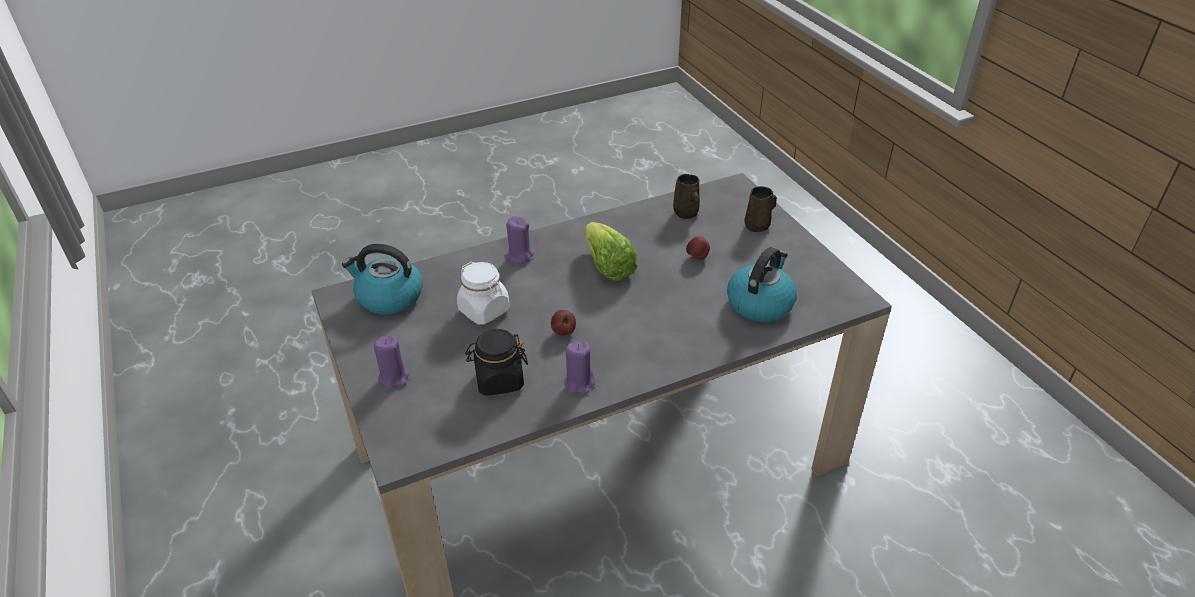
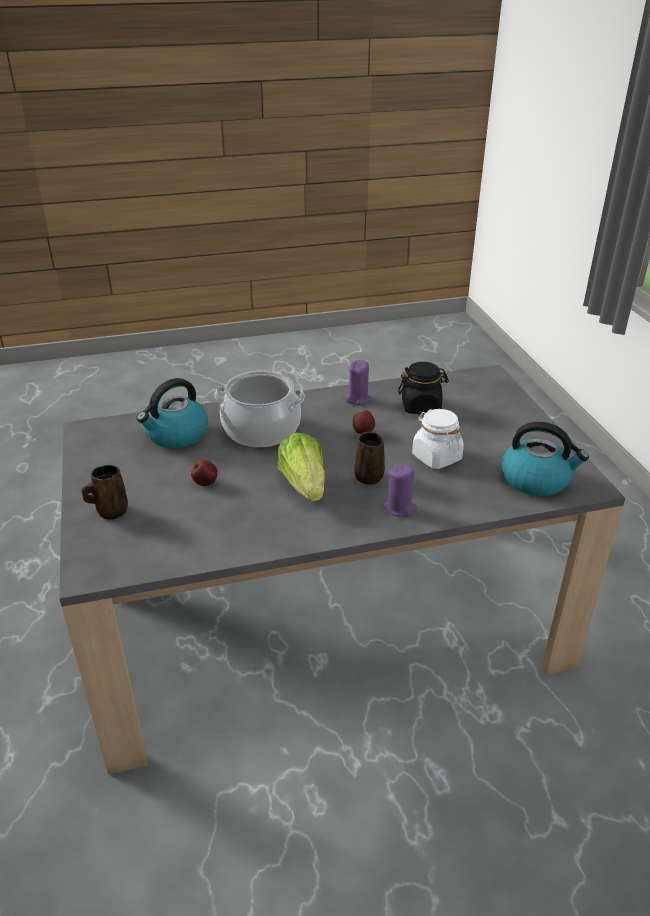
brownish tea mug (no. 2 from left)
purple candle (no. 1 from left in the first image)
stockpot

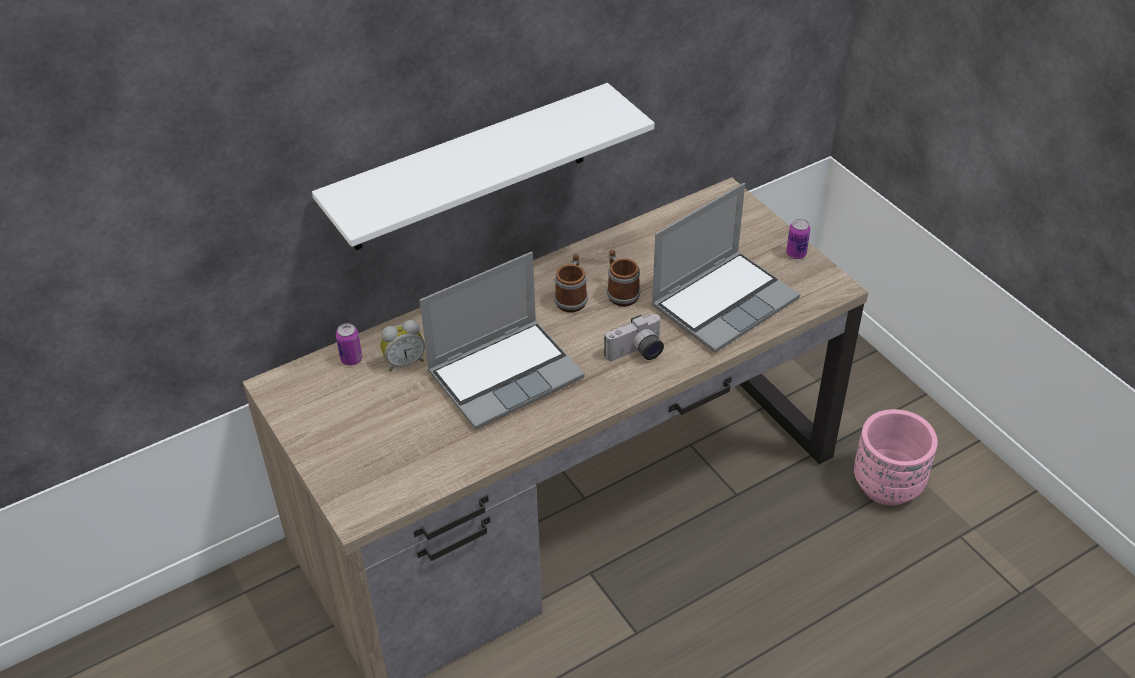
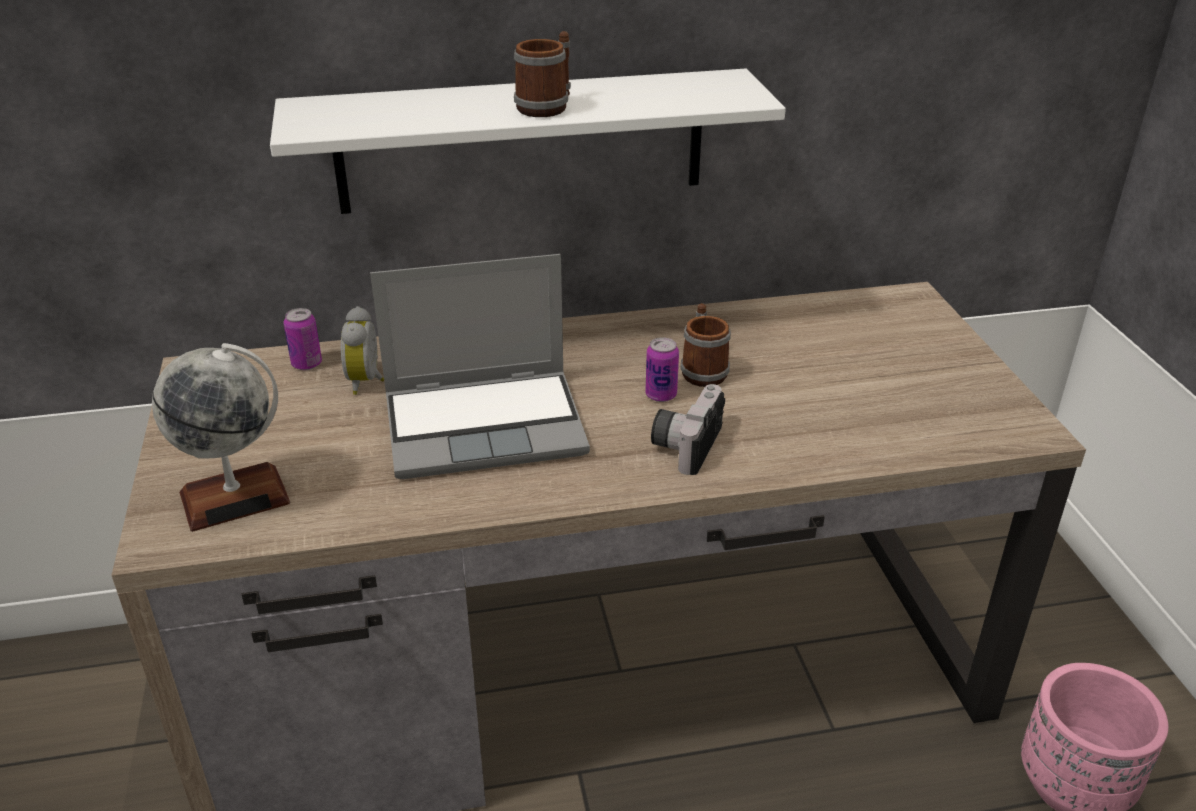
portable computer (no. 2 from left in the first image)
sealed can (no. 2 from left)
tea mug (no. 1 from left)
still camera
bedside clock
world globe

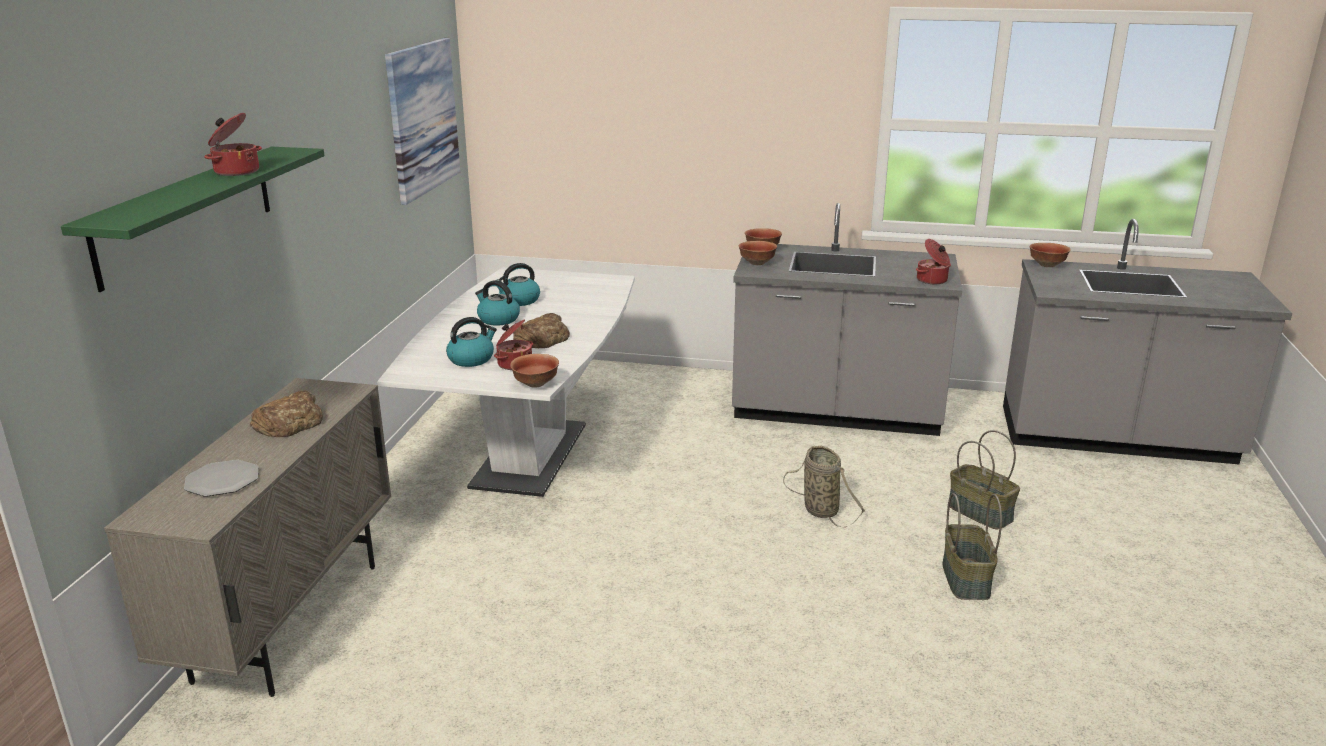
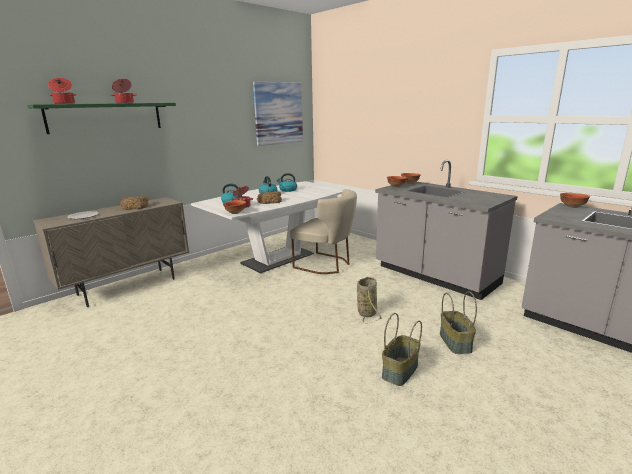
stockpot (no. 1 from left)
beige-coloured chair

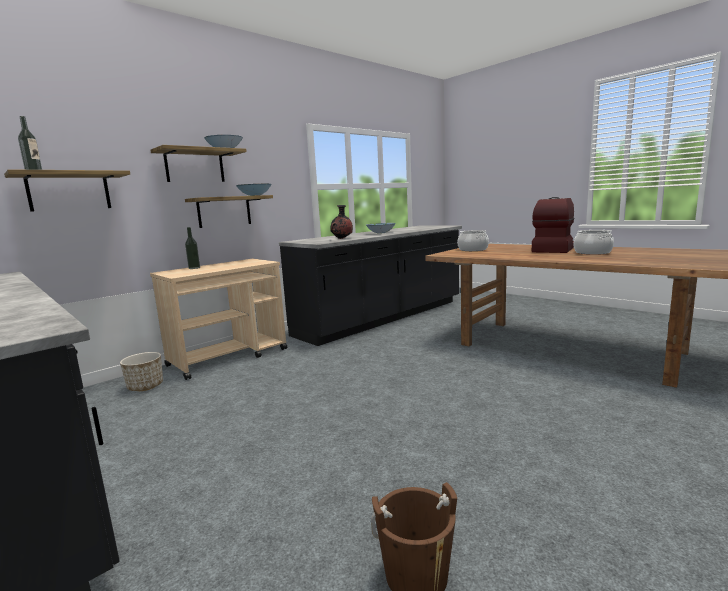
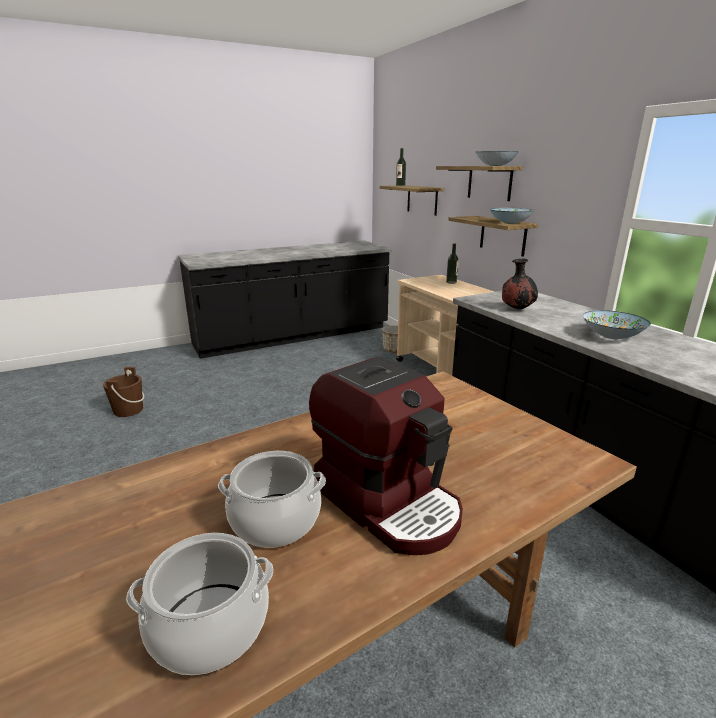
stockpot (no. 1 from left)

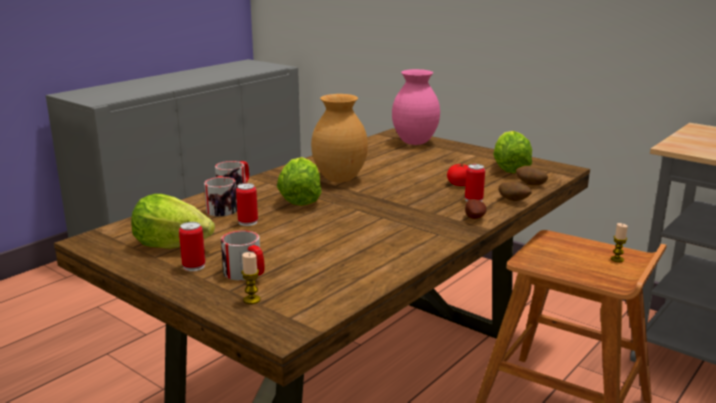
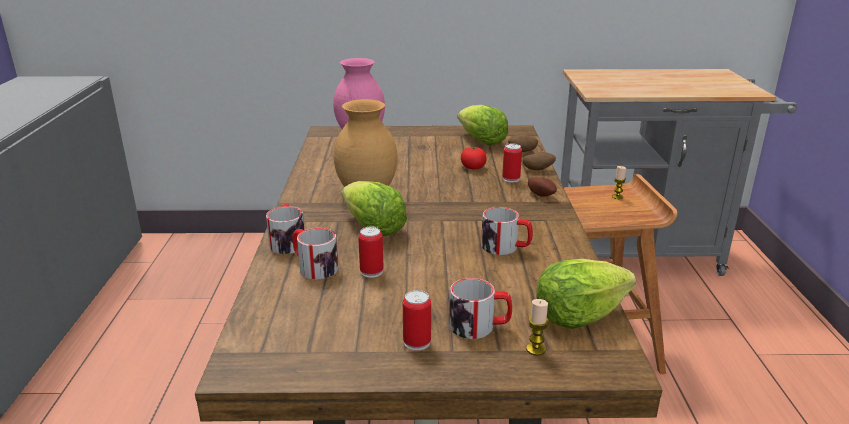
lettuce (no. 3 from left)
tea mug (no. 4 from left)

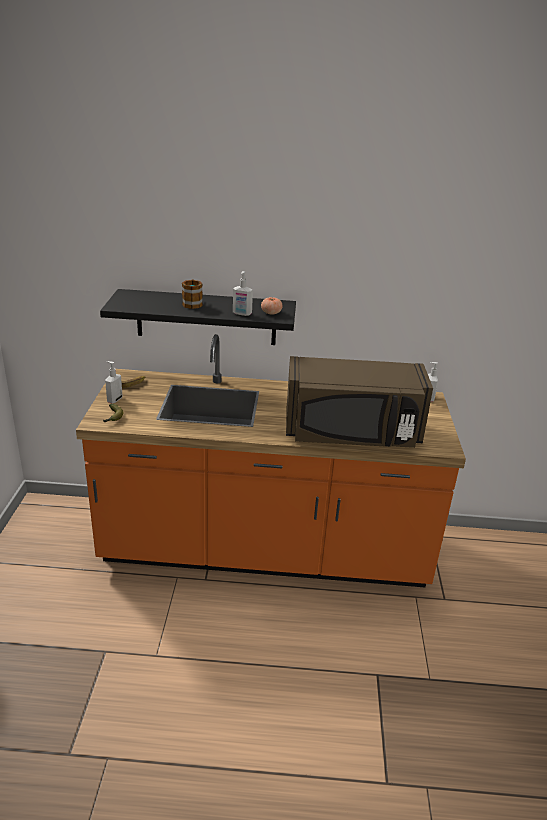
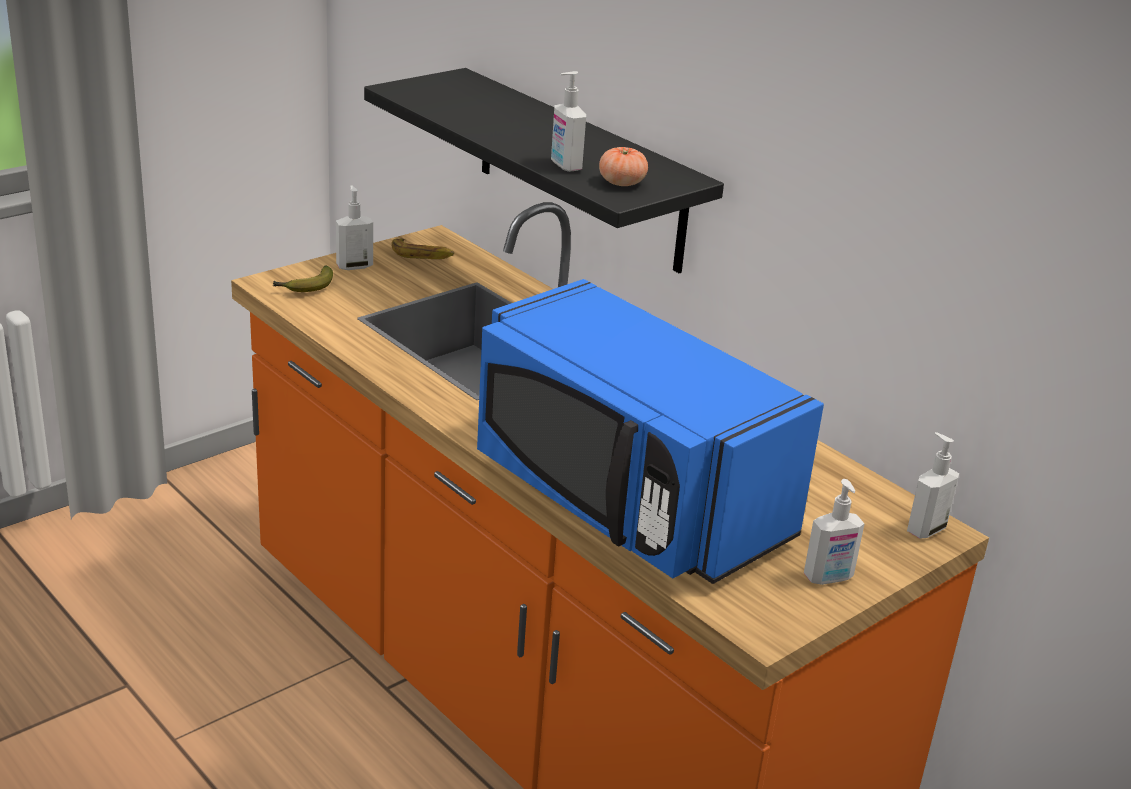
tea mug
blue kitchen microwave
soap bottle (no. 3 from left)

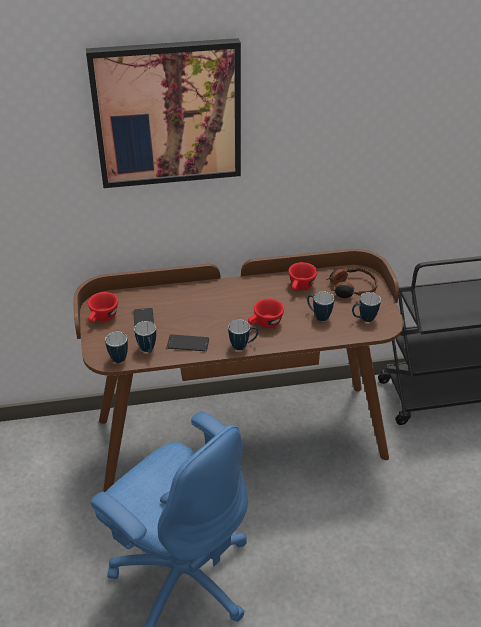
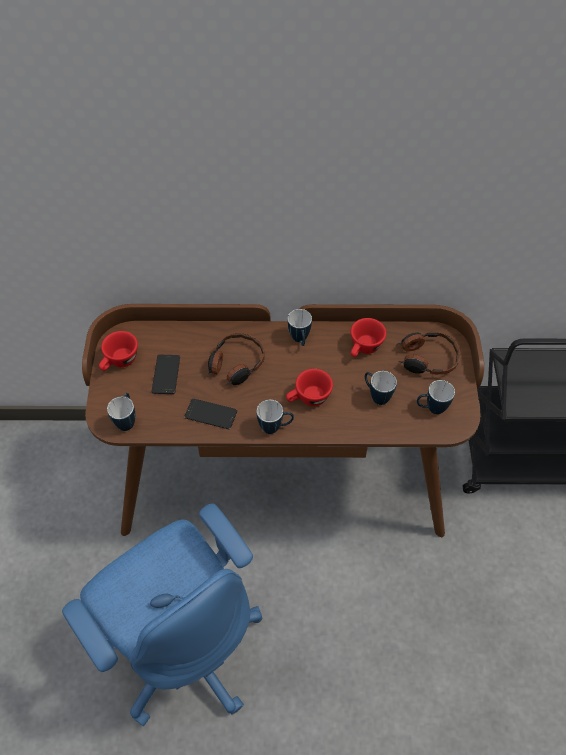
wall art
tea mug (no. 3 from left)
headphones (no. 1 from left)

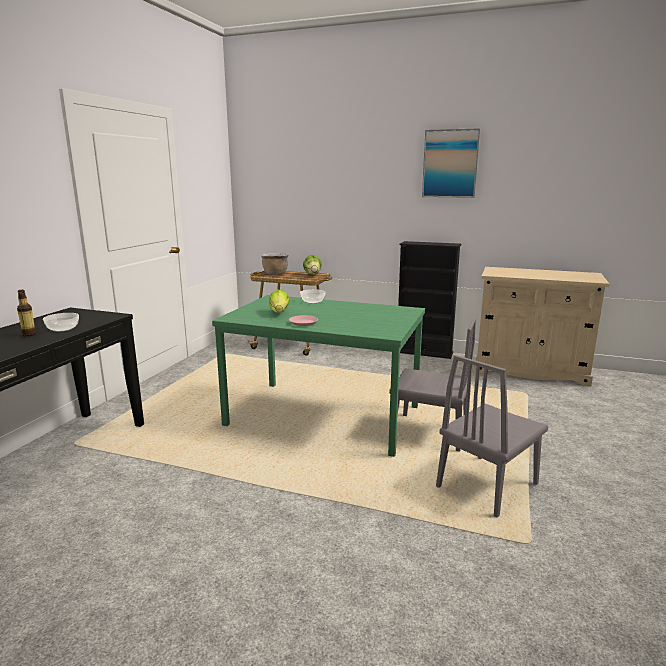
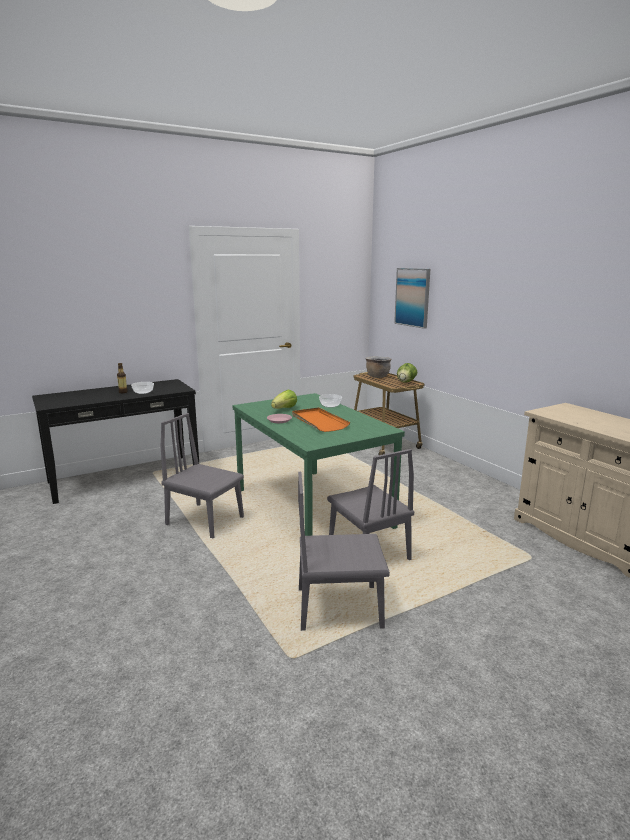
wall art
black bookcase
orange-coloured tray
greyish chair (no. 1 from left)

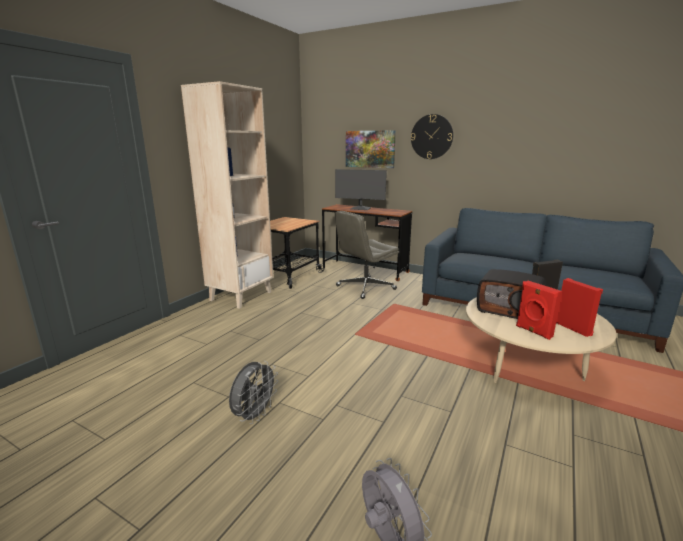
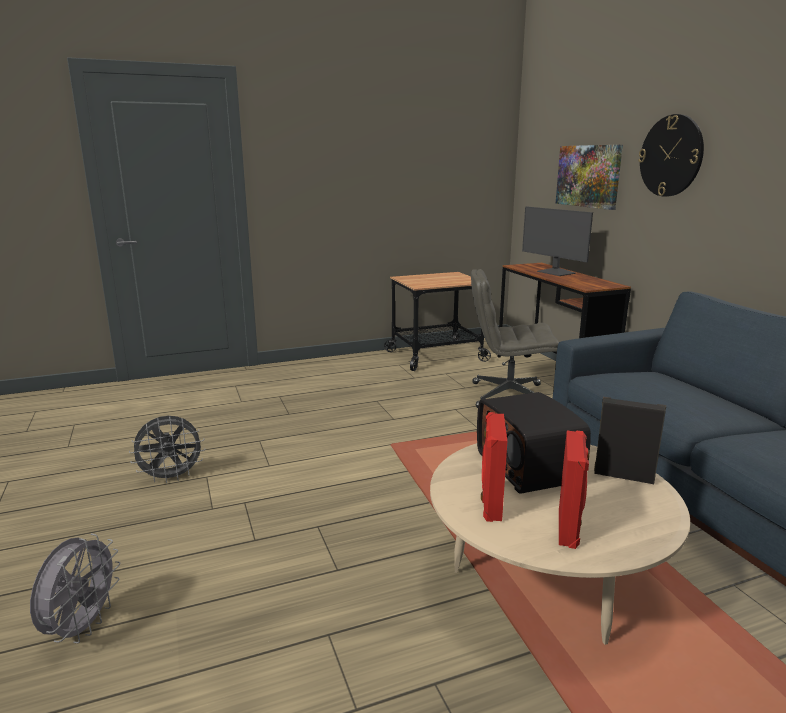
beige-coloured bookcase

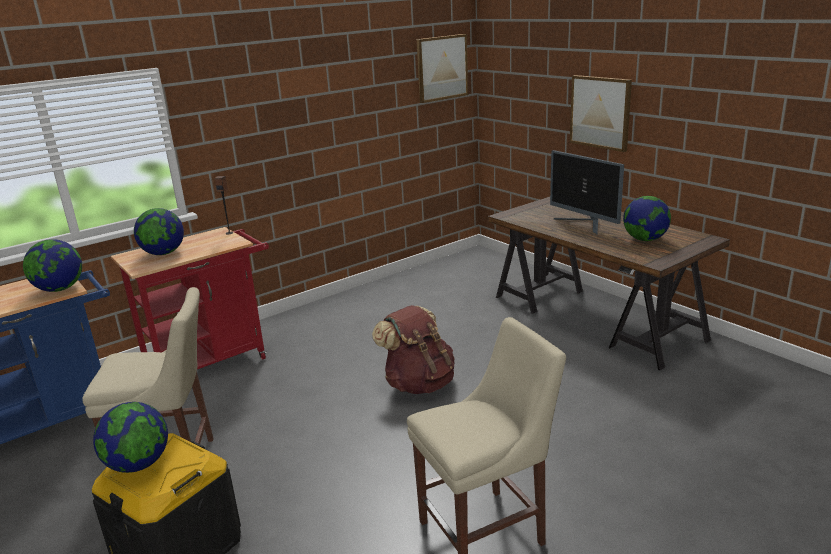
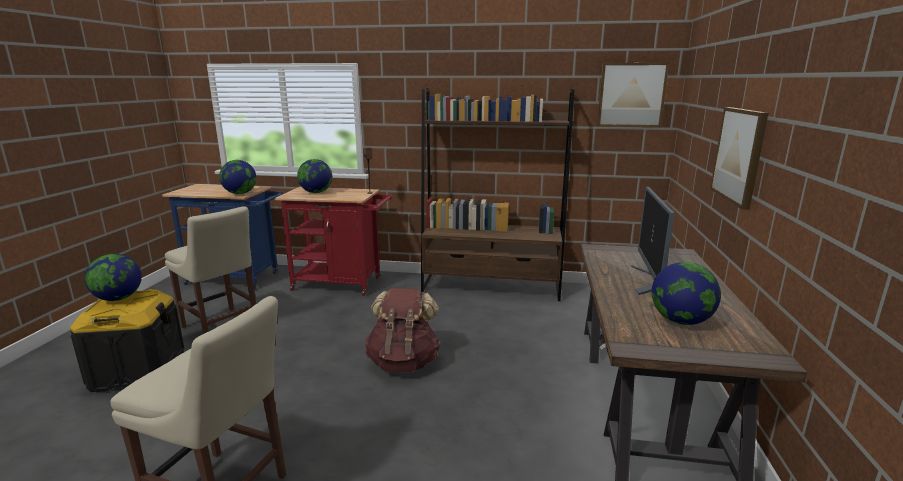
brownish bookcase

